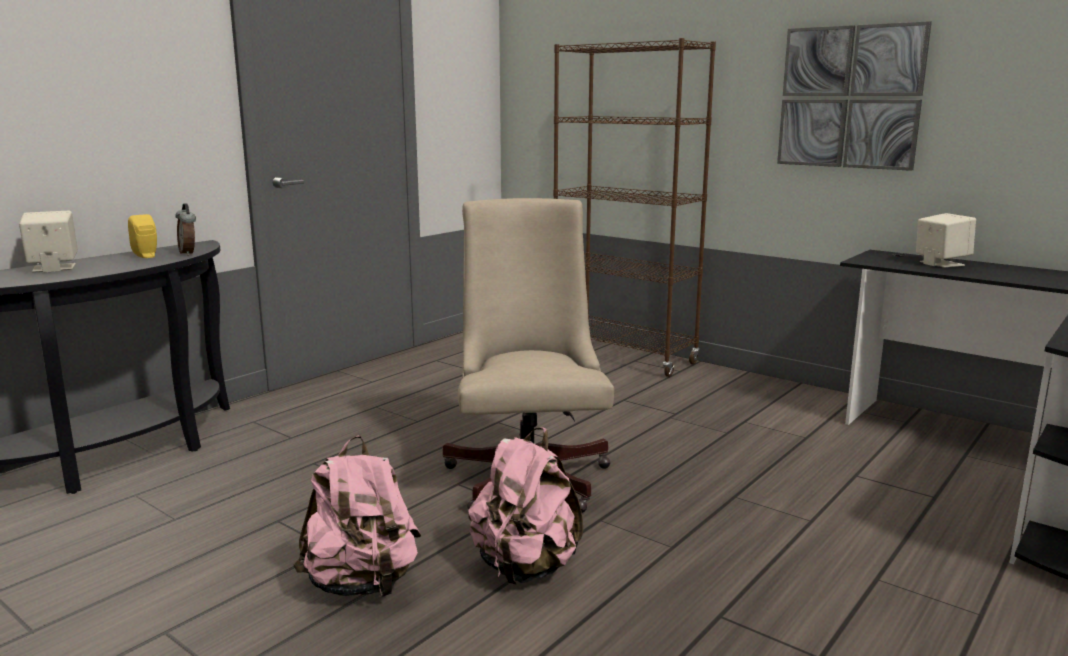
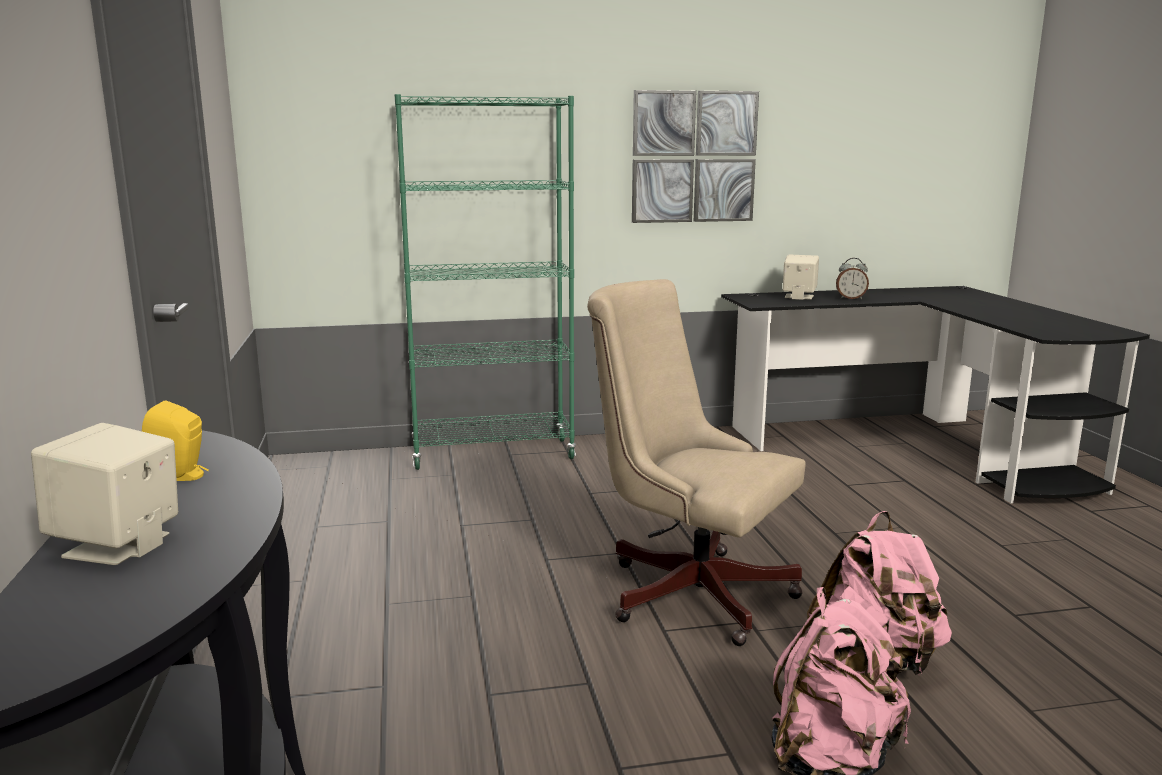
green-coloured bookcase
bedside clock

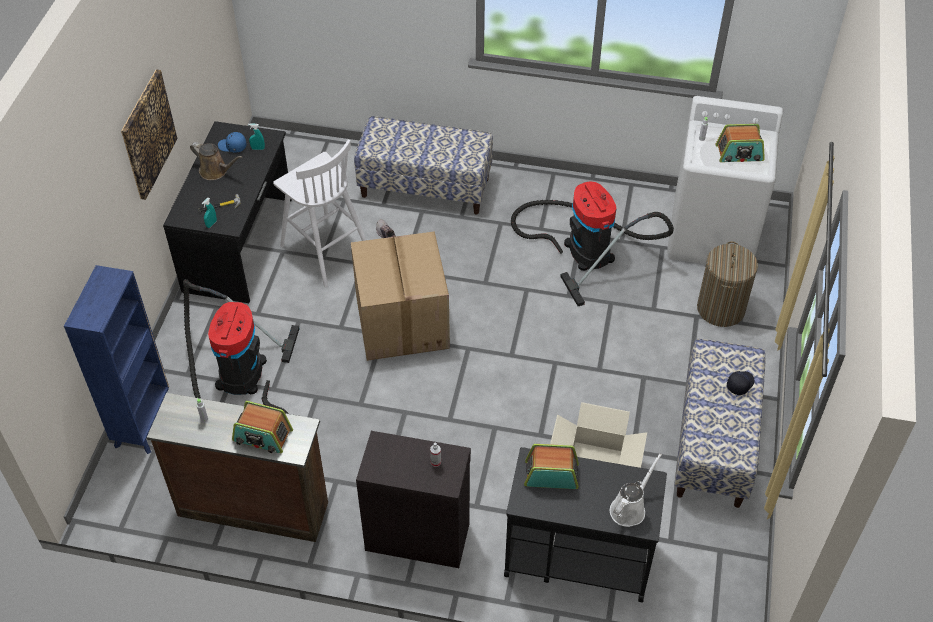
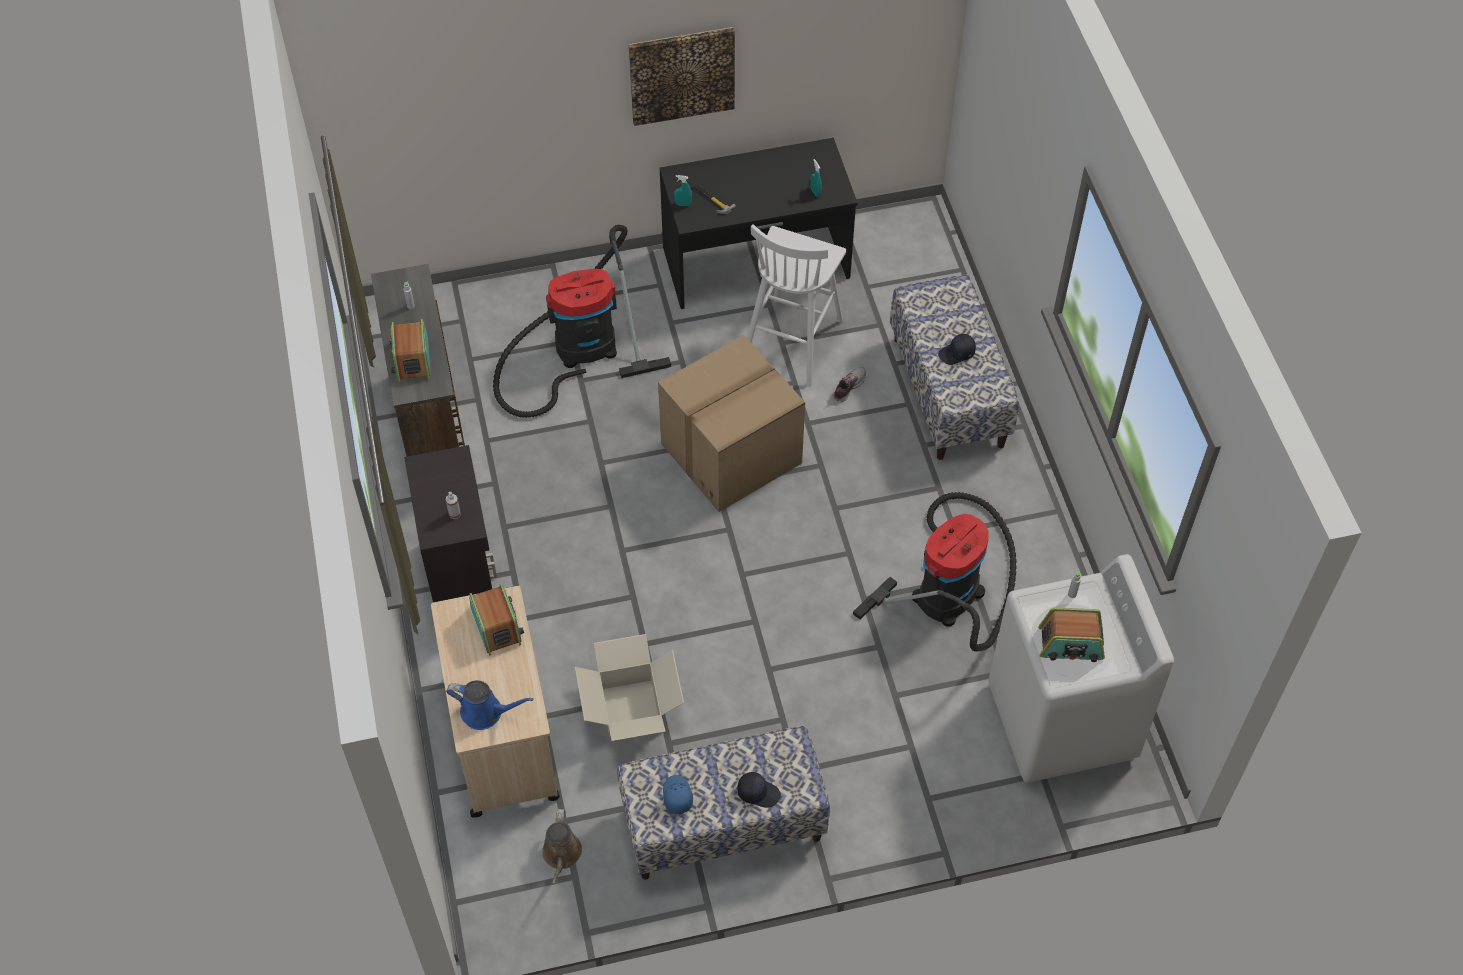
radio (no. 3 from left)
blue cap
brownish sprinkling can
laundry basket
blue bookcase
beige-coloured cart
blue sprinkling can
black cap (no. 2 from left)

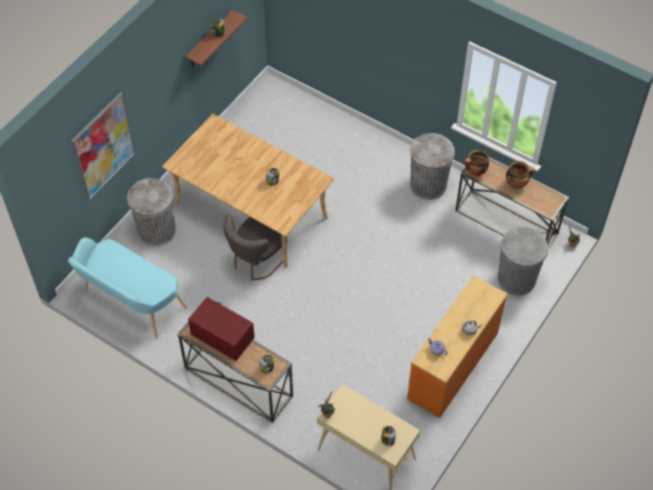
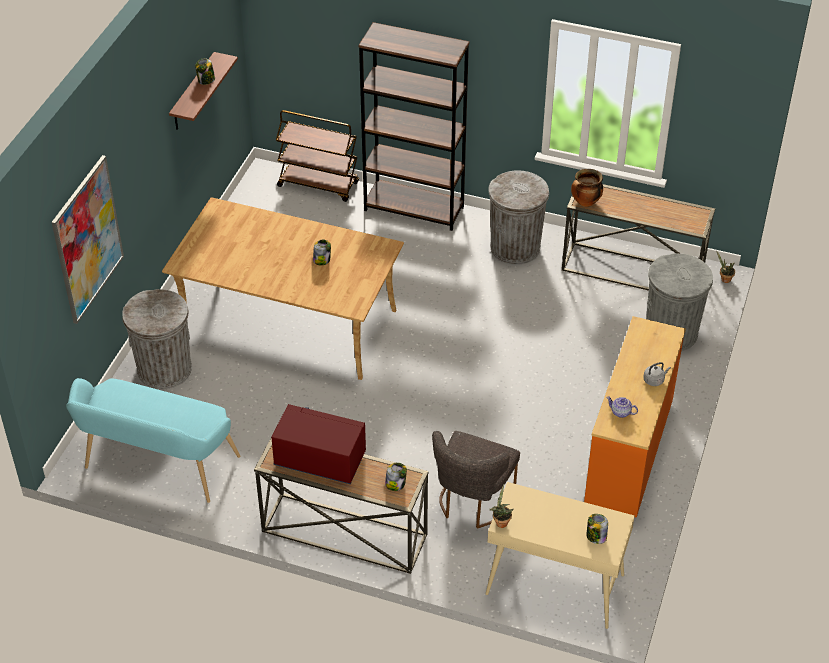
stockpot (no. 2 from left in the first image)
greyish chair
brownish bookcase
brownish cart

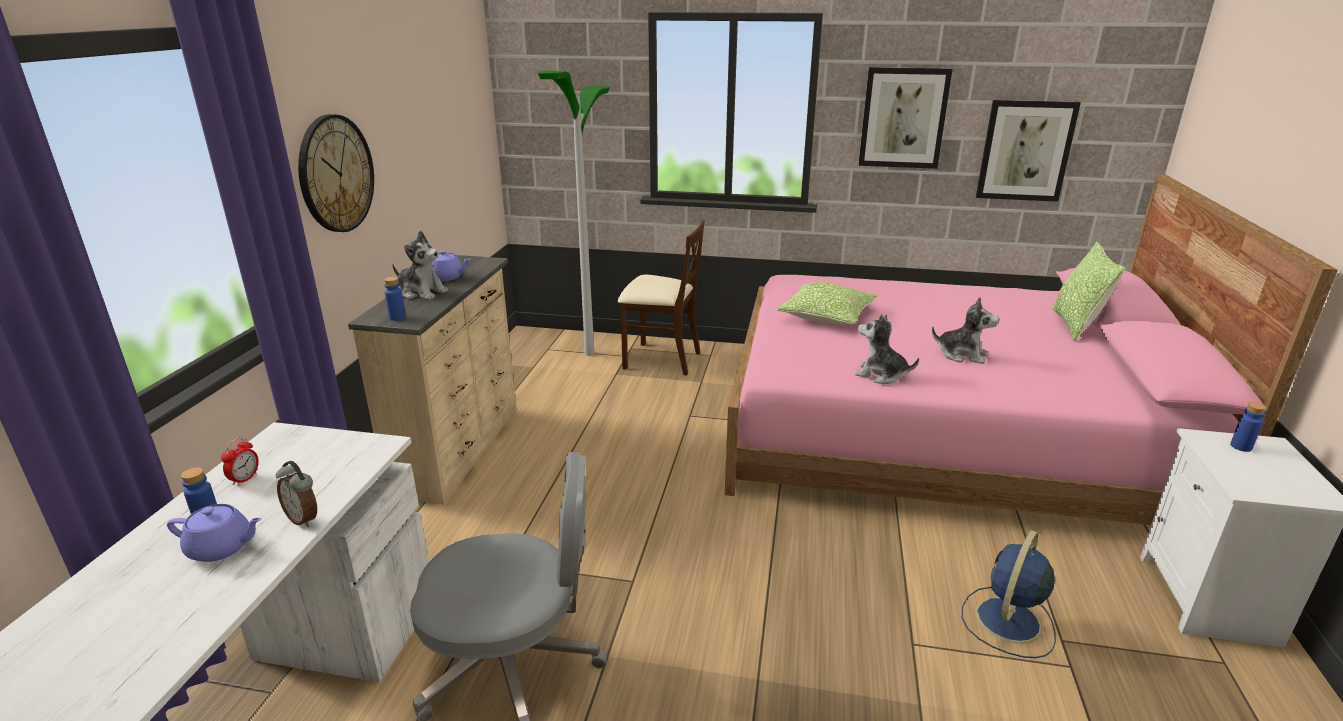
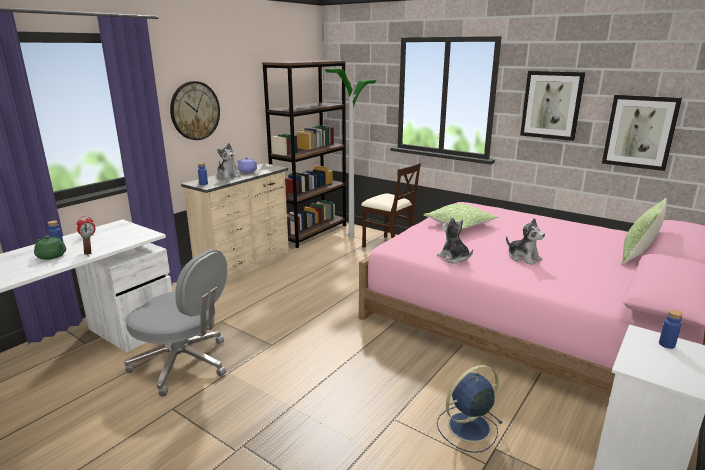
green-coloured tea pot
brownish bookcase

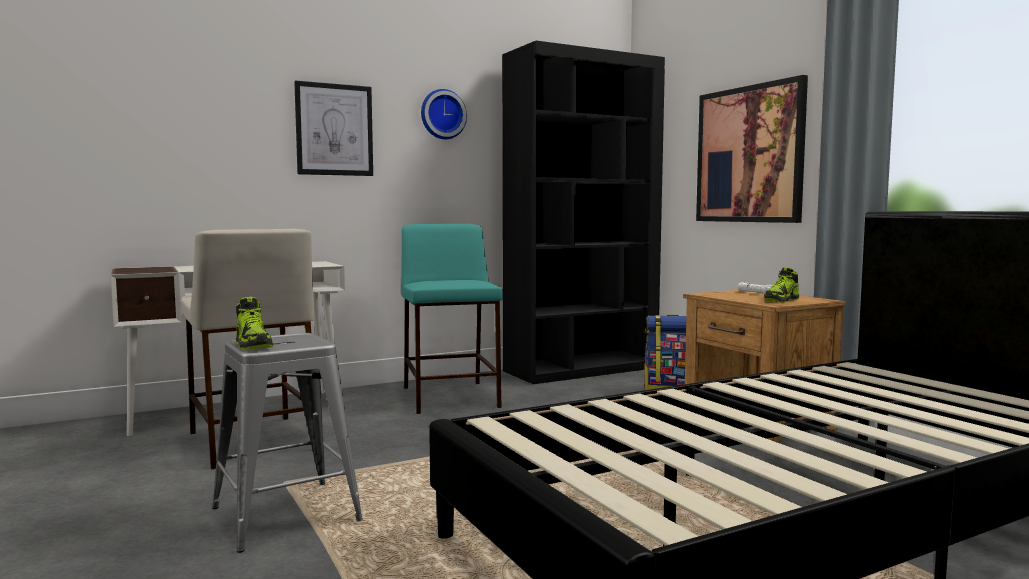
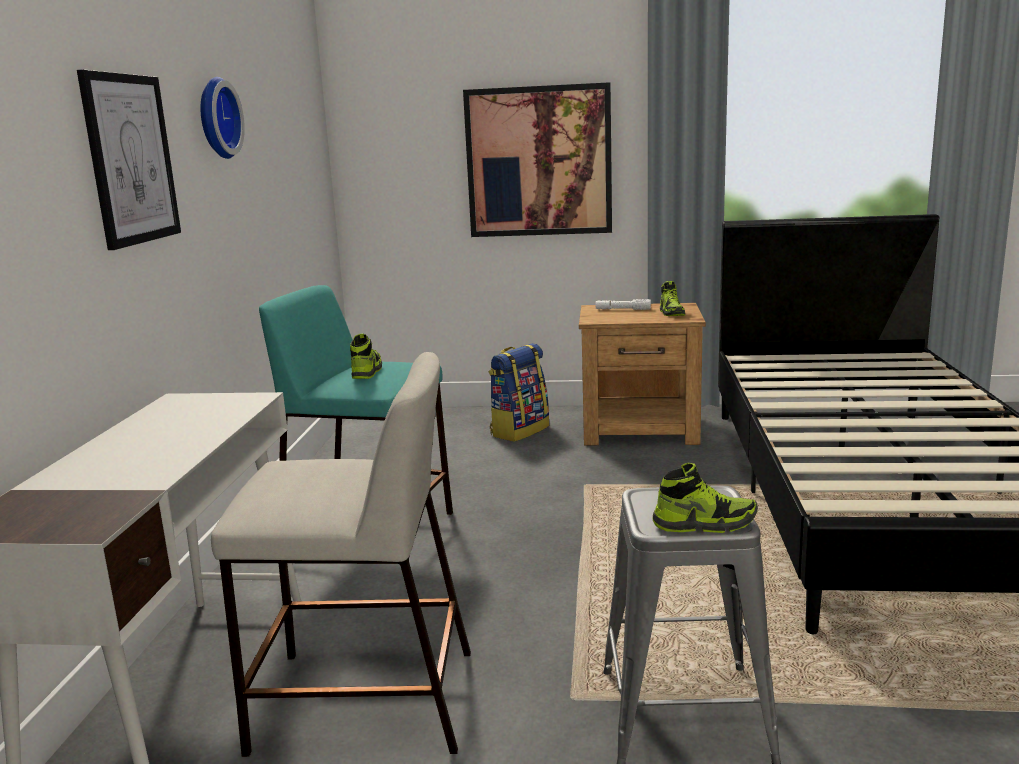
black bookcase
item of footwear (no. 1 from left)

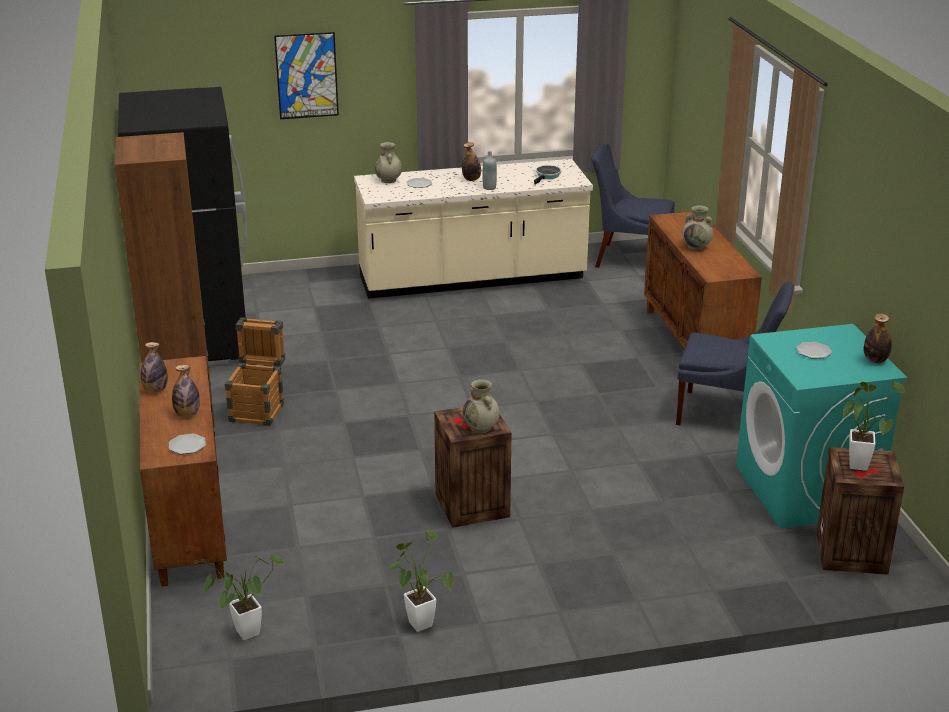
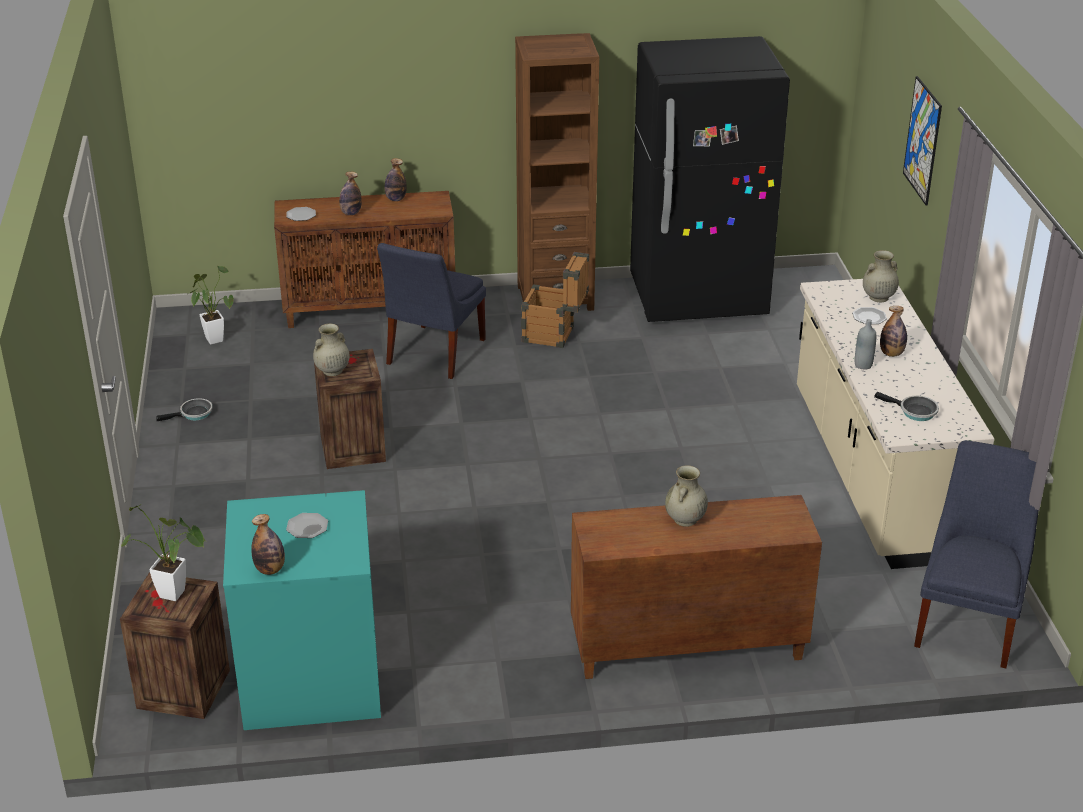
blue chair (no. 1 from left)
pan (no. 1 from left)

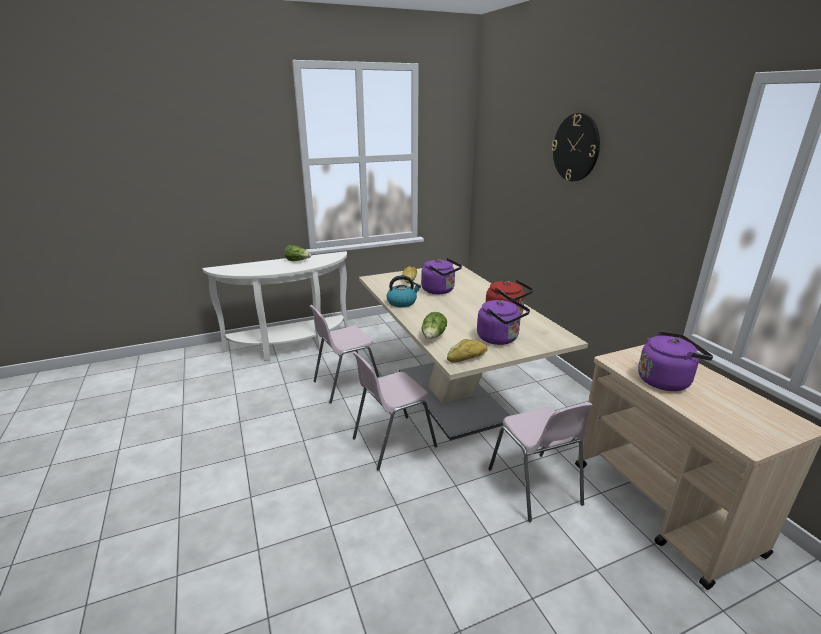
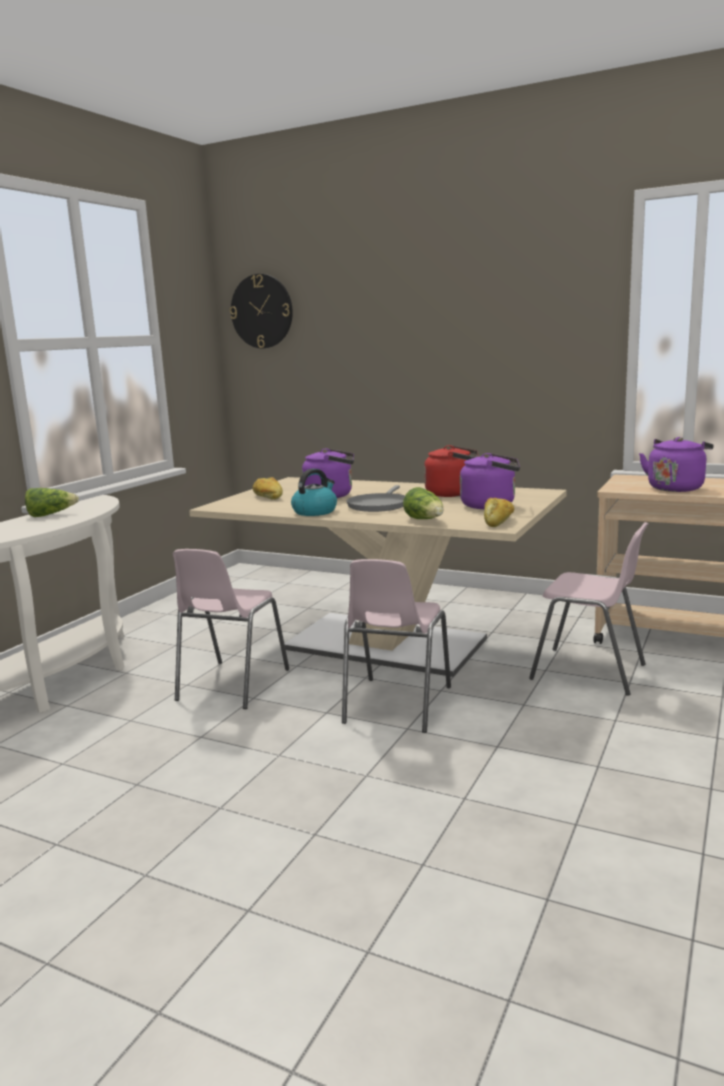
clock on the wall
greyish pan

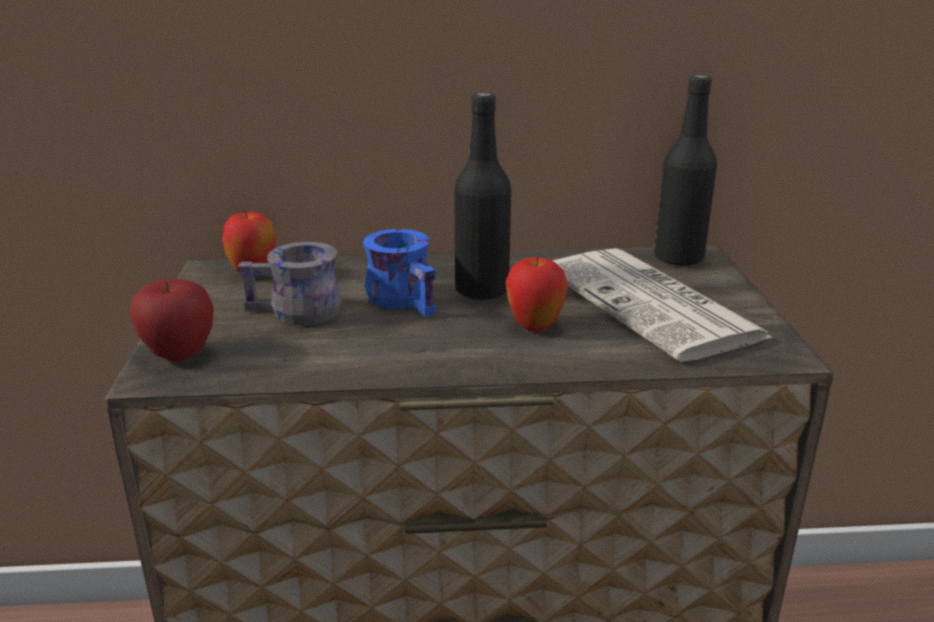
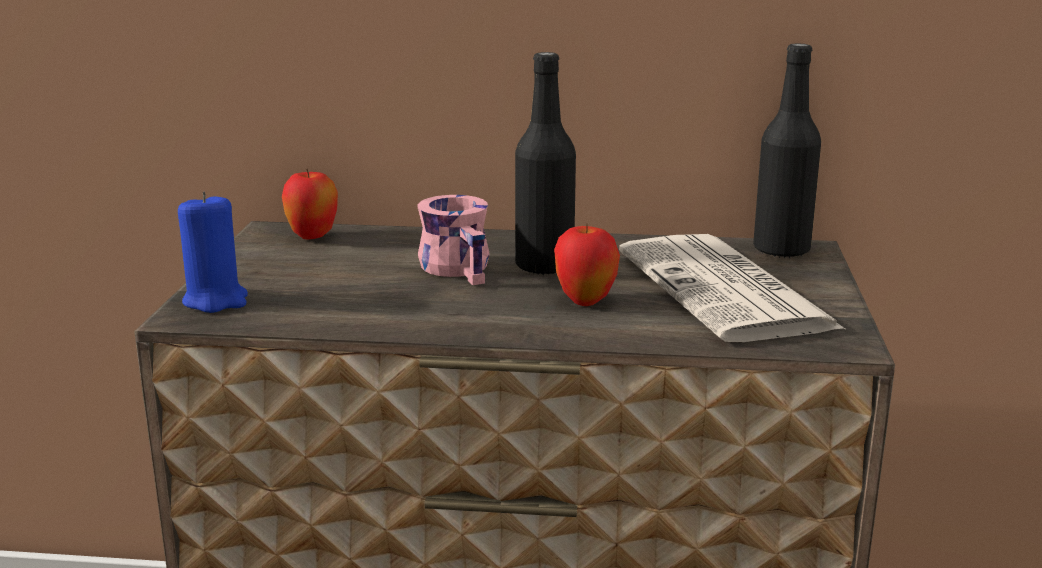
pink-coloured tea mug
greyish tea mug
blue candle

